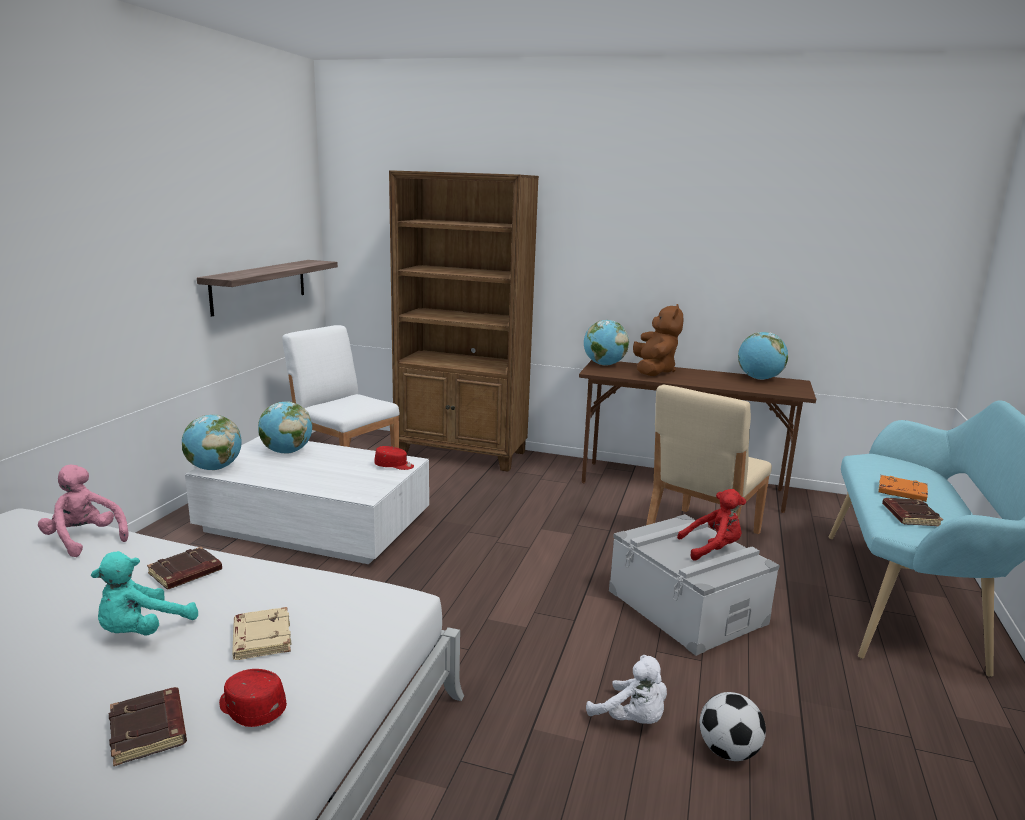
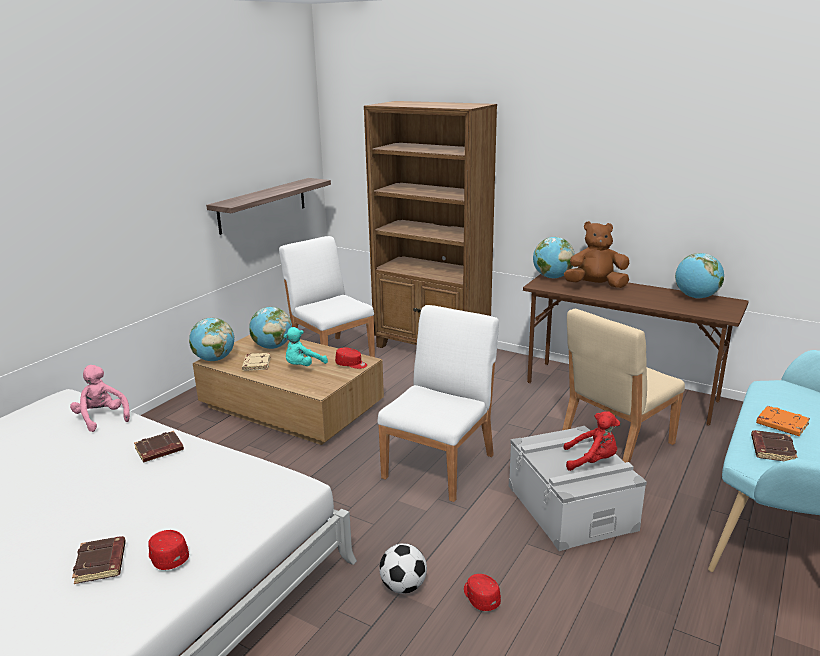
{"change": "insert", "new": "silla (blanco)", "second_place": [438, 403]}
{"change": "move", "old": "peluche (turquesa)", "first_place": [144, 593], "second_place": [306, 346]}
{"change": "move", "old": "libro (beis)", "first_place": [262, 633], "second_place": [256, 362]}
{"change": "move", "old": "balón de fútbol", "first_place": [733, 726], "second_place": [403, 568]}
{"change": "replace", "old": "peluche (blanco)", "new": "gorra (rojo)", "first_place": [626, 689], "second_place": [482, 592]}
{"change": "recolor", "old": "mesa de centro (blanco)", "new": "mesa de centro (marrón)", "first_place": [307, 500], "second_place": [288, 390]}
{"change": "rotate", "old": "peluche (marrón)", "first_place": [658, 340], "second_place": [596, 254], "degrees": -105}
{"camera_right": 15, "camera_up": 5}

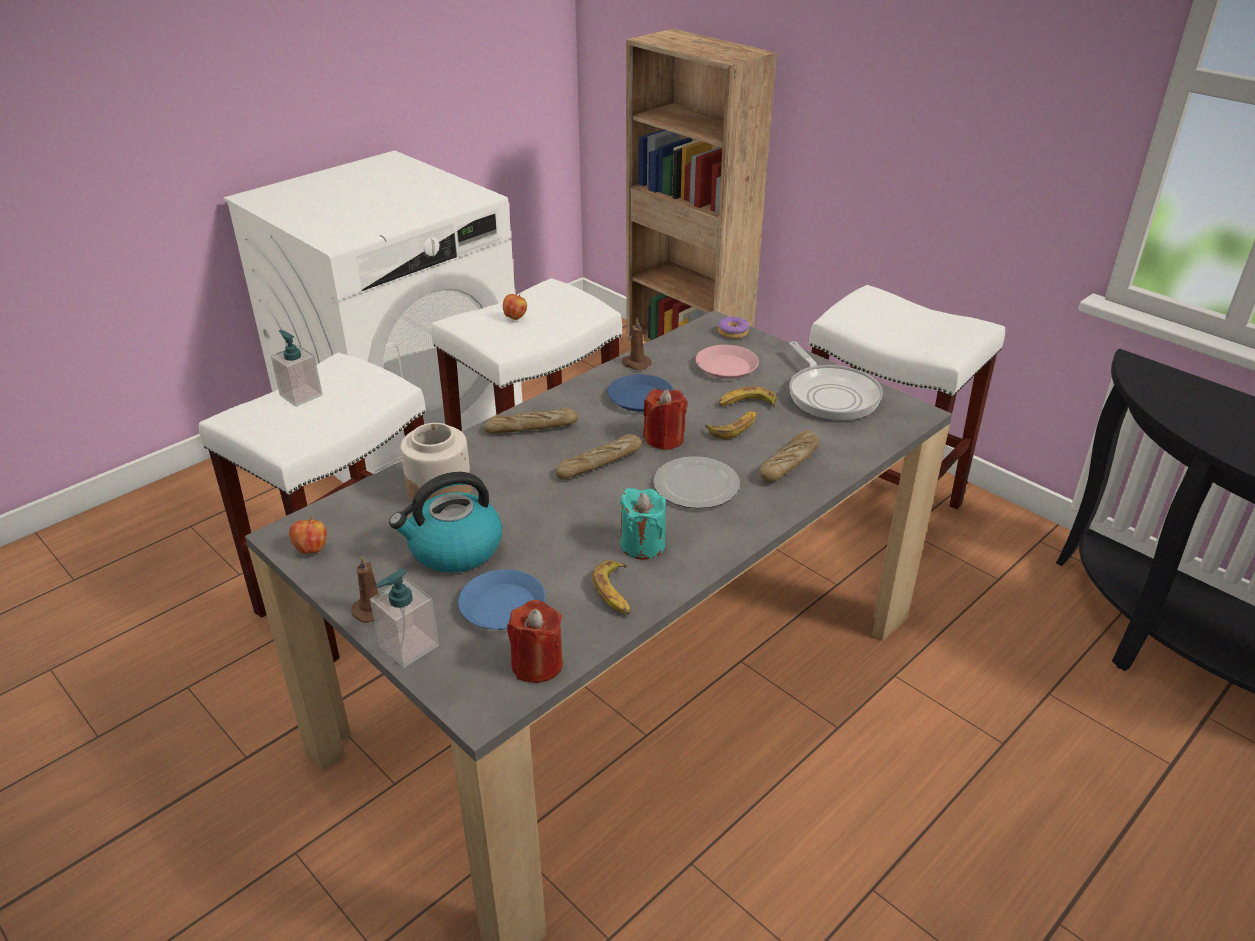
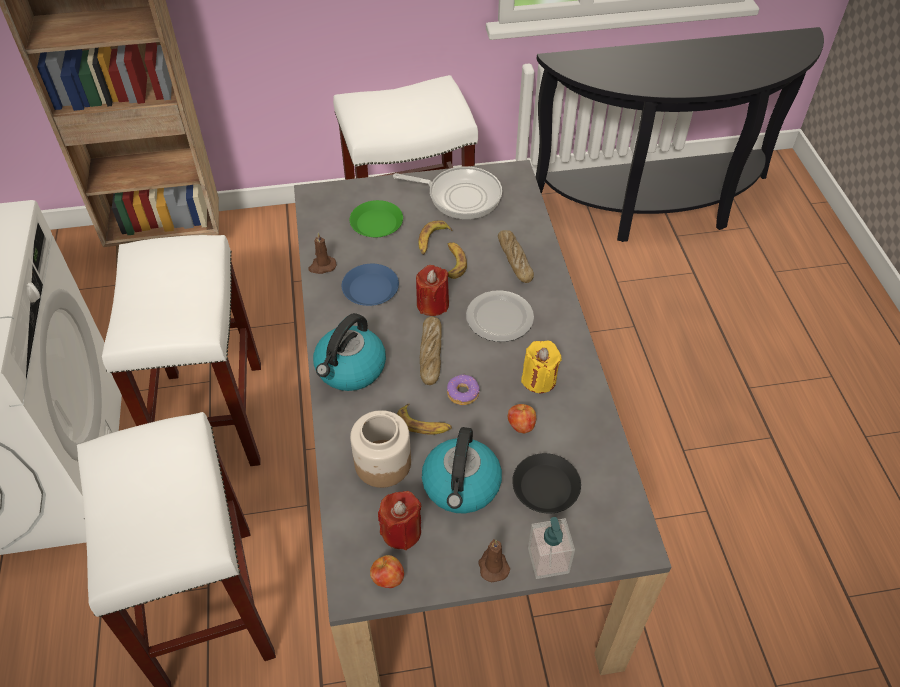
{"change": "delete", "old": "dispensador de jabón", "first_place": [297, 368]}
{"change": "move", "old": "manzana", "first_place": [515, 307], "second_place": [521, 418]}
{"change": "move", "old": "vela (rojo)", "first_place": [535, 641], "second_place": [399, 520]}
{"change": "move", "old": "plátano", "first_place": [611, 587], "second_place": [424, 419]}
{"change": "move", "old": "rosquilla", "first_place": [733, 328], "second_place": [463, 389]}
{"change": "replace", "old": "pan", "new": "hervidor", "first_place": [531, 420], "second_place": [349, 352]}
{"change": "recolor", "old": "plato (azul)", "new": "plato (negro)", "first_place": [502, 599], "second_place": [546, 483]}
{"change": "recolor", "old": "vela (turquesa)", "new": "vela (amarillo)", "first_place": [643, 524], "second_place": [541, 366]}
{"change": "recolor", "old": "plato (rosa)", "new": "plato (verde)", "first_place": [727, 362], "second_place": [376, 218]}
{"camera_right": -55, "camera_up": 15}

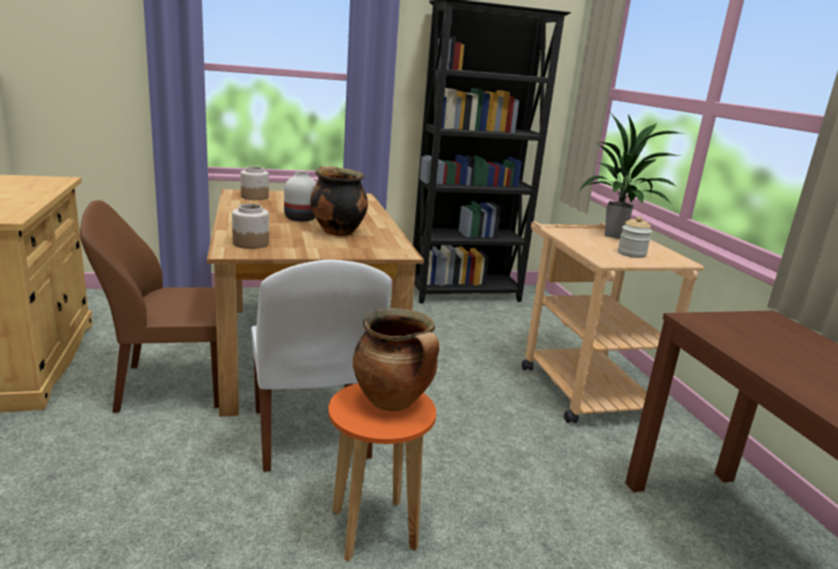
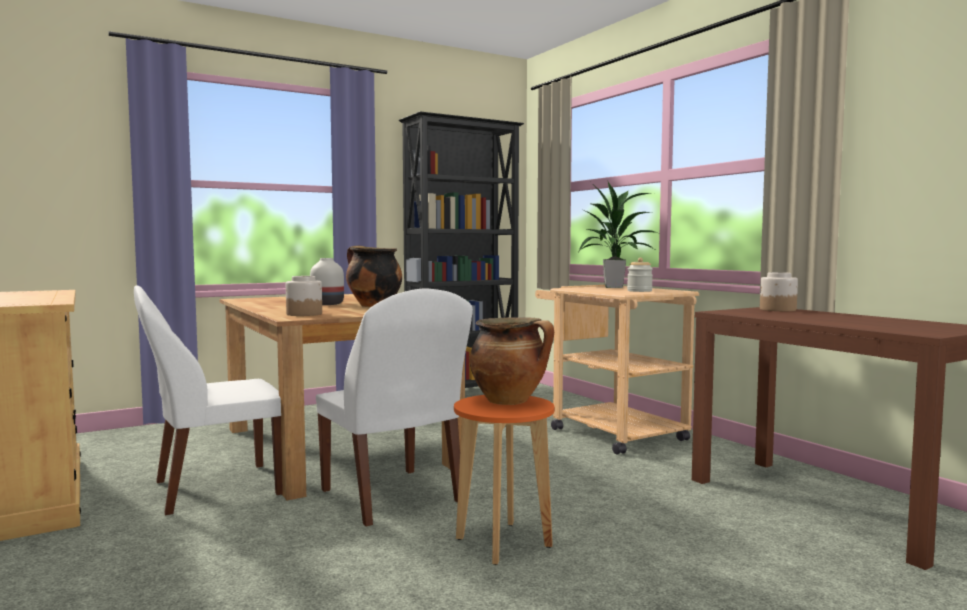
{"change": "move", "old": "tarro", "first_place": [255, 183], "second_place": [779, 291]}
{"change": "recolor", "old": "silla (marrón)", "new": "silla (blanco)", "first_place": [149, 306], "second_place": [208, 400]}
{"camera_right": -15, "camera_up": -15}

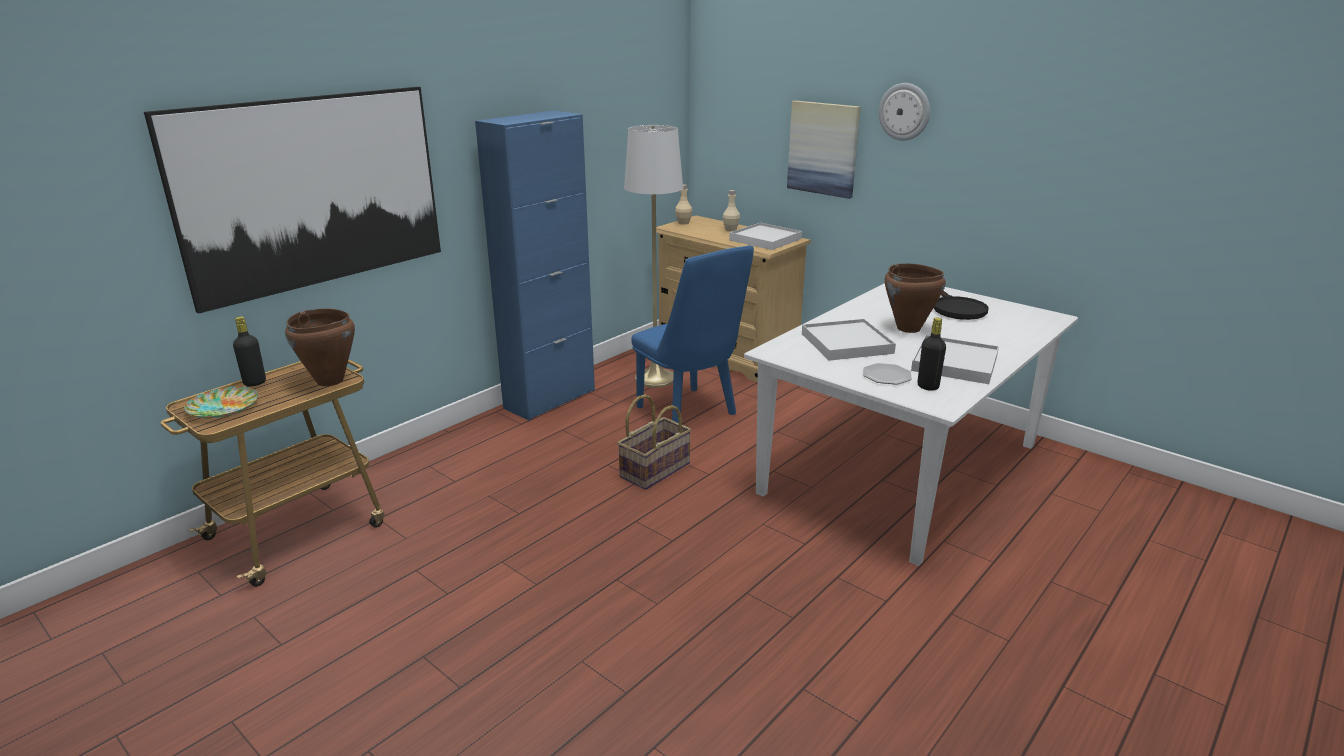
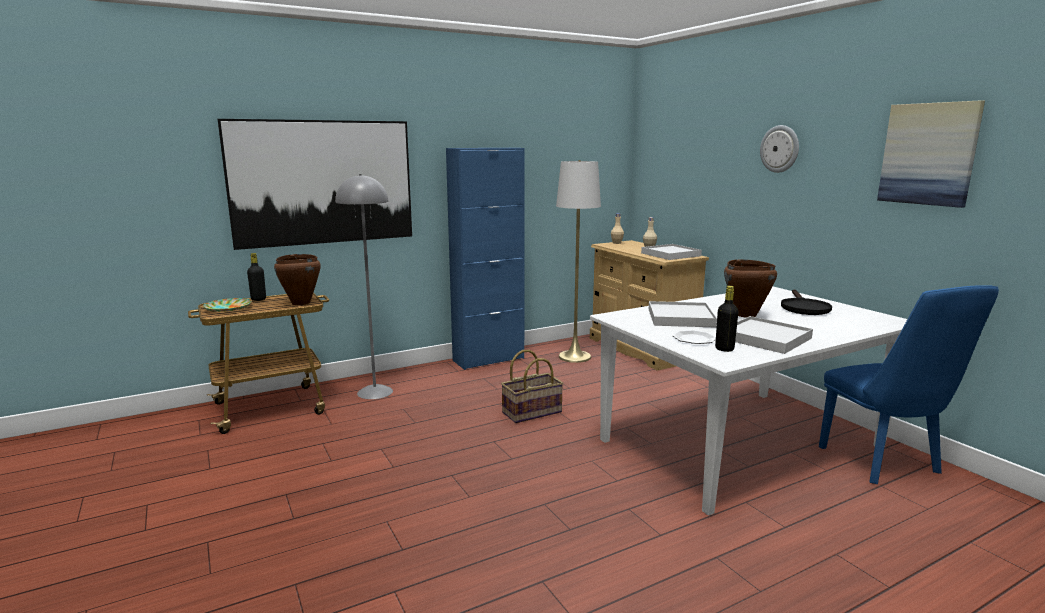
{"change": "insert", "new": "lámpara de pie (gris)", "second_place": [364, 286]}
{"change": "move", "old": "silla (azul)", "first_place": [692, 334], "second_place": [909, 384]}
{"change": "move", "old": "cuadro", "first_place": [824, 149], "second_place": [931, 154]}
{"camera_right": 20, "camera_up": -10}

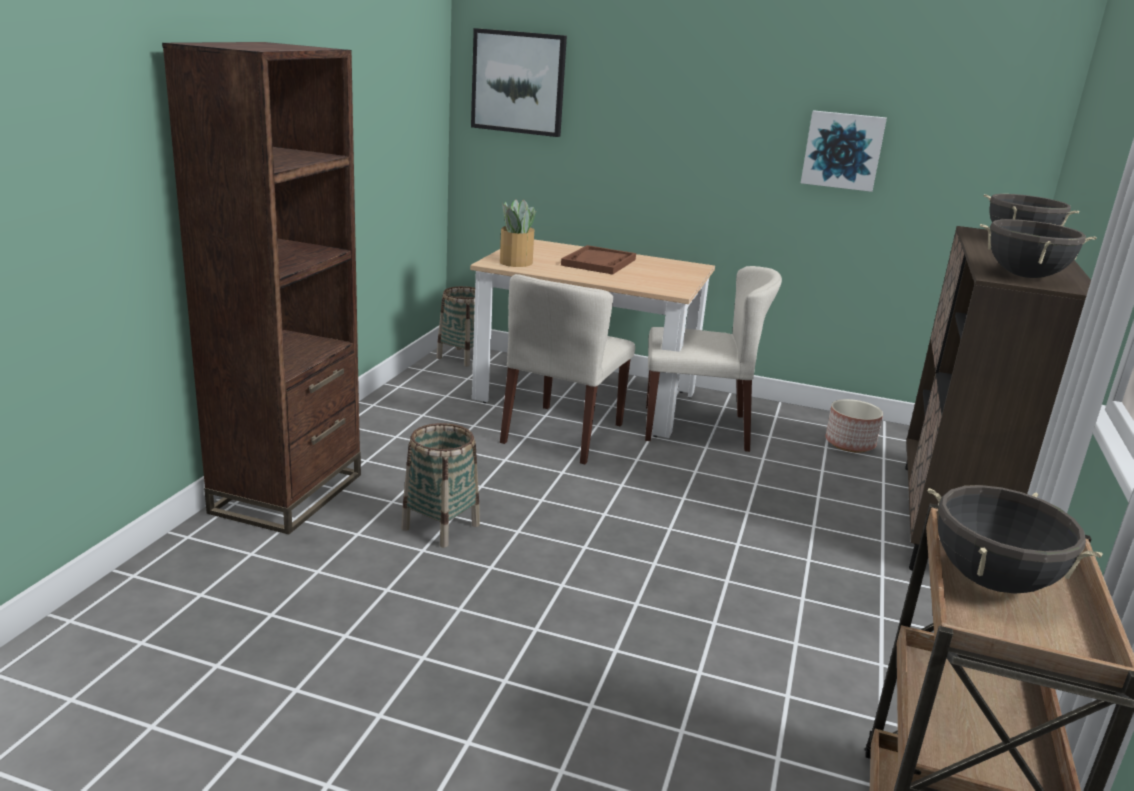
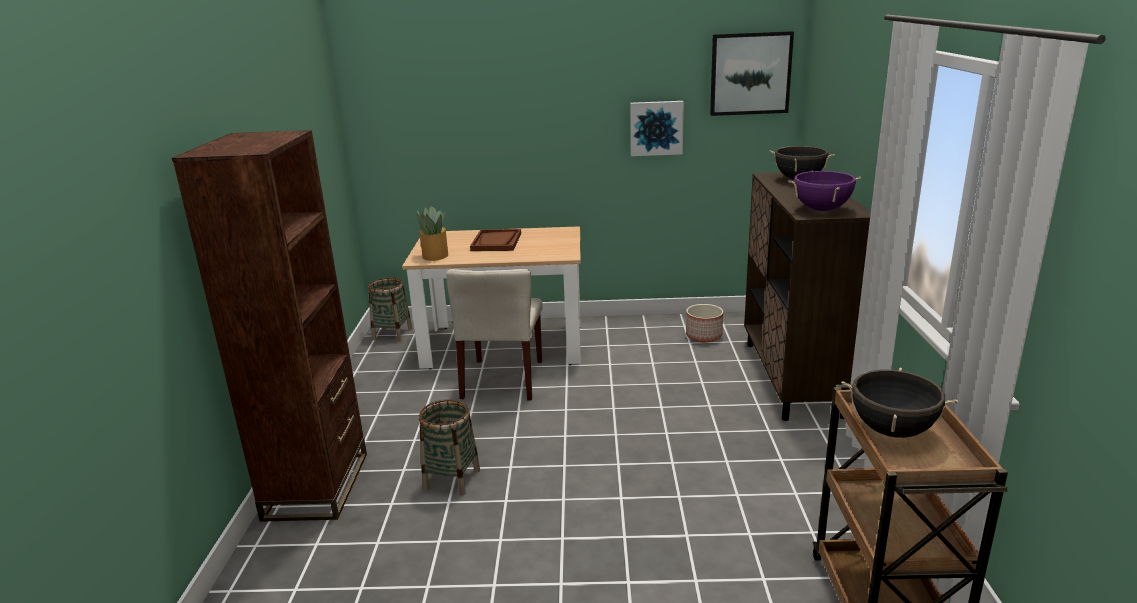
{"change": "delete", "old": "silla (beis)", "first_place": [713, 359]}
{"change": "move", "old": "cuadro", "first_place": [519, 82], "second_place": [752, 73]}
{"change": "recolor", "old": "olla (negro)", "new": "olla (morado)", "first_place": [1038, 248], "second_place": [824, 191]}
{"camera_right": -15, "camera_up": 0}

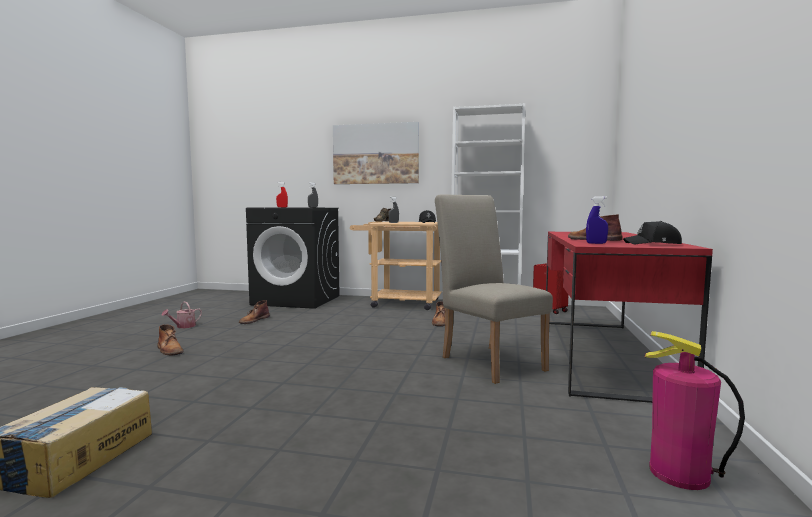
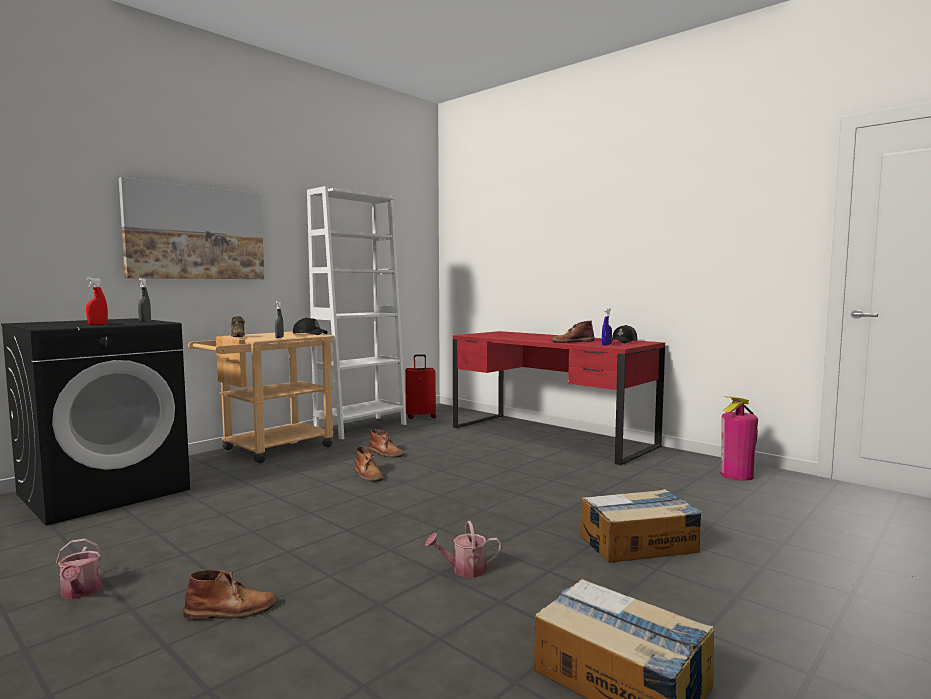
{"change": "delete", "old": "silla (beis)", "first_place": [494, 289]}
{"change": "insert", "new": "regadera", "second_place": [463, 549]}
{"change": "insert", "new": "caja de cartón", "second_place": [641, 526]}
{"change": "move", "old": "bota (marrón)", "first_place": [254, 312], "second_place": [369, 464]}
{"camera_right": -60, "camera_up": 0}

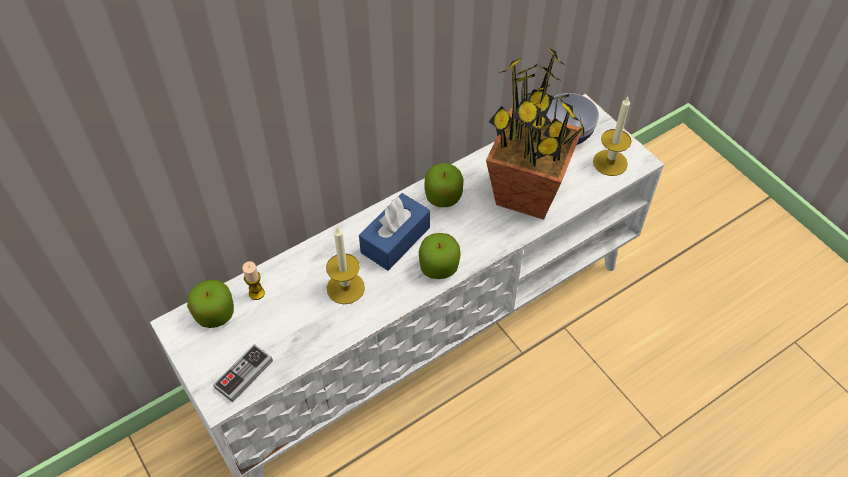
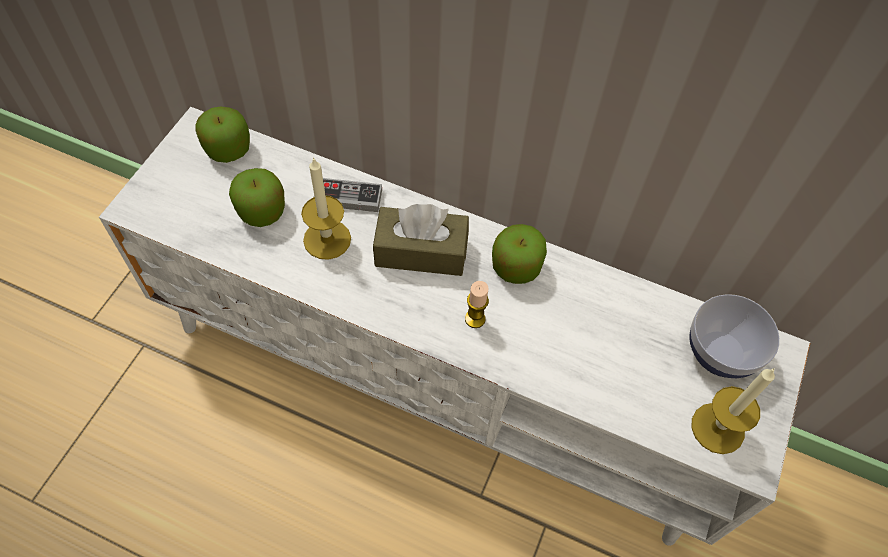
{"change": "delete", "old": "planta en maceta", "first_place": [536, 132]}
{"change": "move", "old": "mando de consola", "first_place": [243, 373], "second_place": [348, 195]}
{"change": "move", "old": "vela", "first_place": [253, 280], "second_place": [477, 304]}
{"change": "move", "old": "manzana", "first_place": [440, 256], "second_place": [257, 197]}
{"change": "recolor", "old": "caja de pañuelos (azul)", "new": "caja de pañuelos (marrón)", "first_place": [394, 232], "second_place": [421, 240]}
{"camera_right": 55, "camera_up": 5}

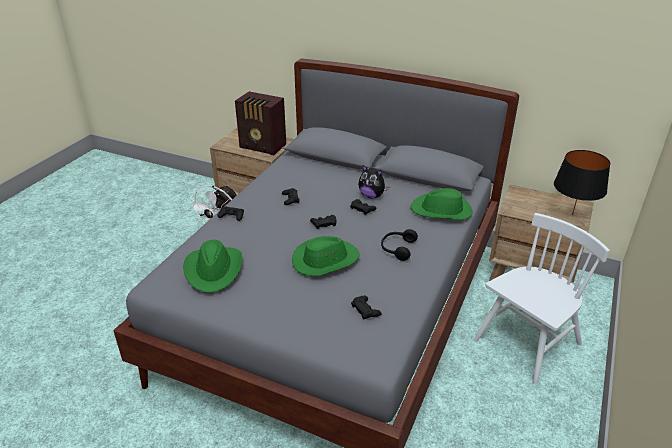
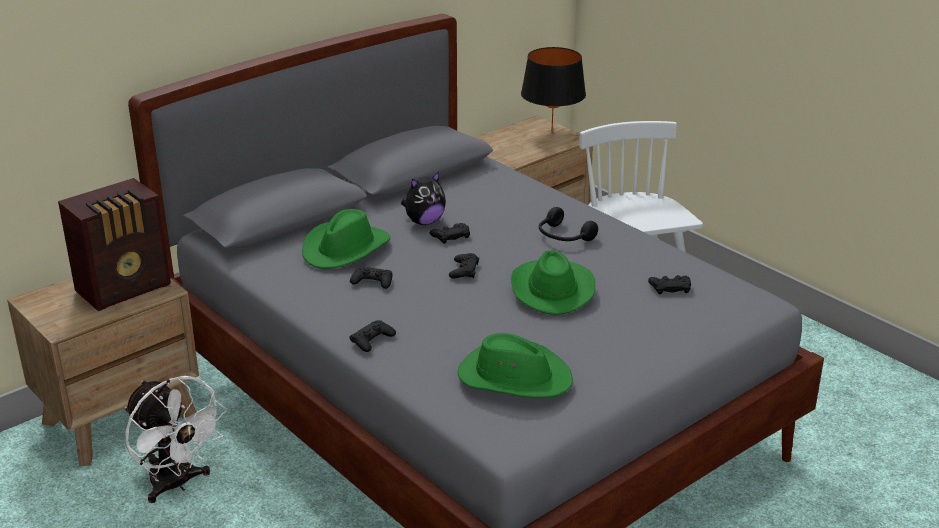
{"change": "move", "old": "sombrero (verde)", "first_place": [441, 204], "second_place": [346, 239]}
{"camera_right": -65, "camera_up": -5}

